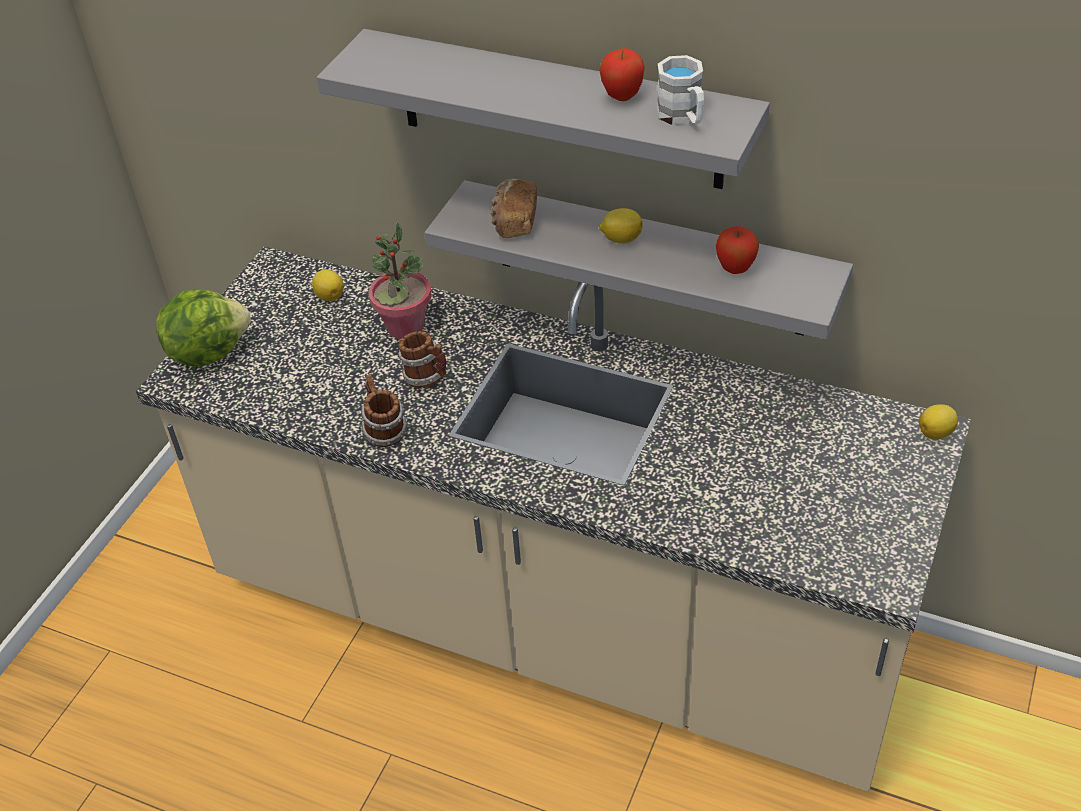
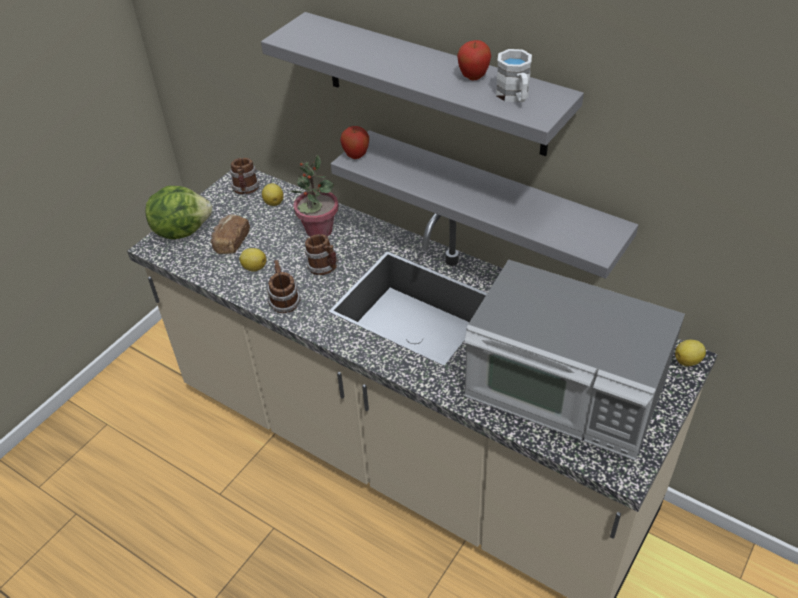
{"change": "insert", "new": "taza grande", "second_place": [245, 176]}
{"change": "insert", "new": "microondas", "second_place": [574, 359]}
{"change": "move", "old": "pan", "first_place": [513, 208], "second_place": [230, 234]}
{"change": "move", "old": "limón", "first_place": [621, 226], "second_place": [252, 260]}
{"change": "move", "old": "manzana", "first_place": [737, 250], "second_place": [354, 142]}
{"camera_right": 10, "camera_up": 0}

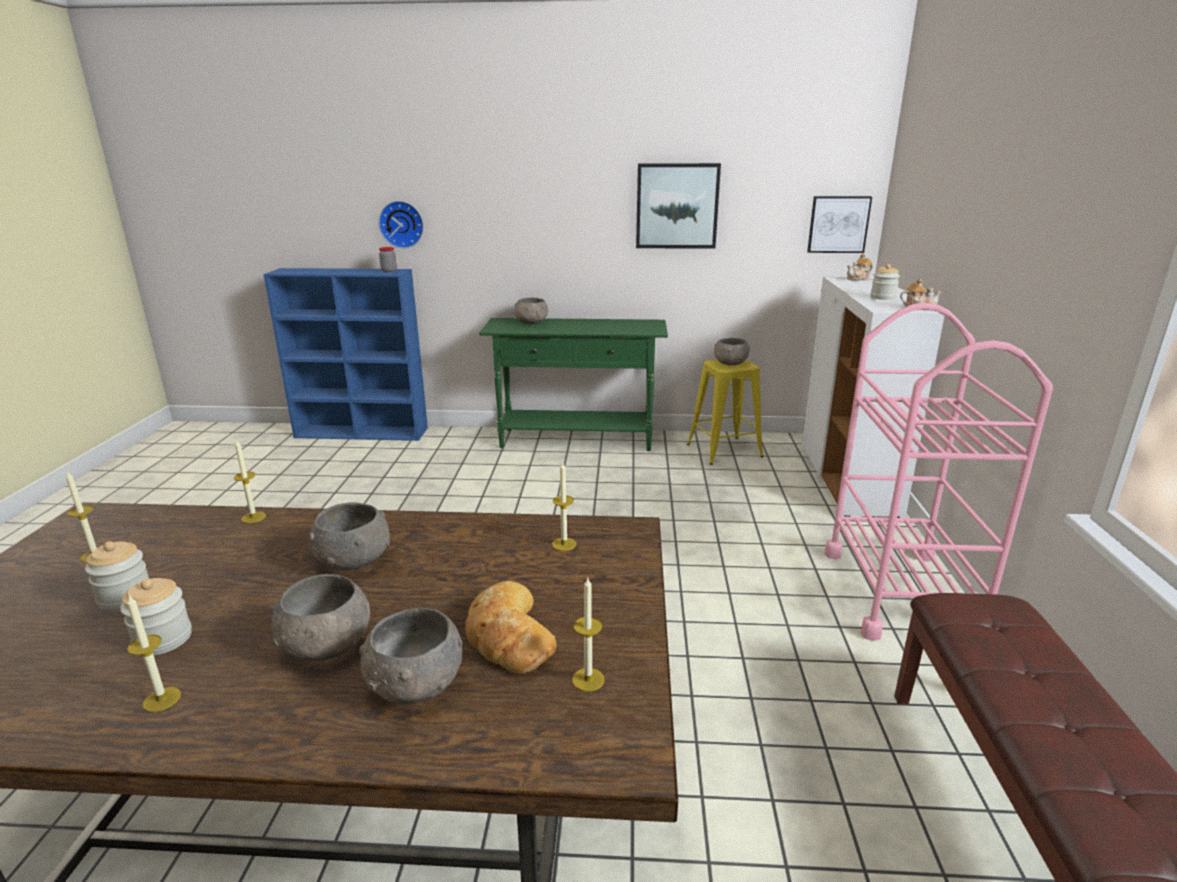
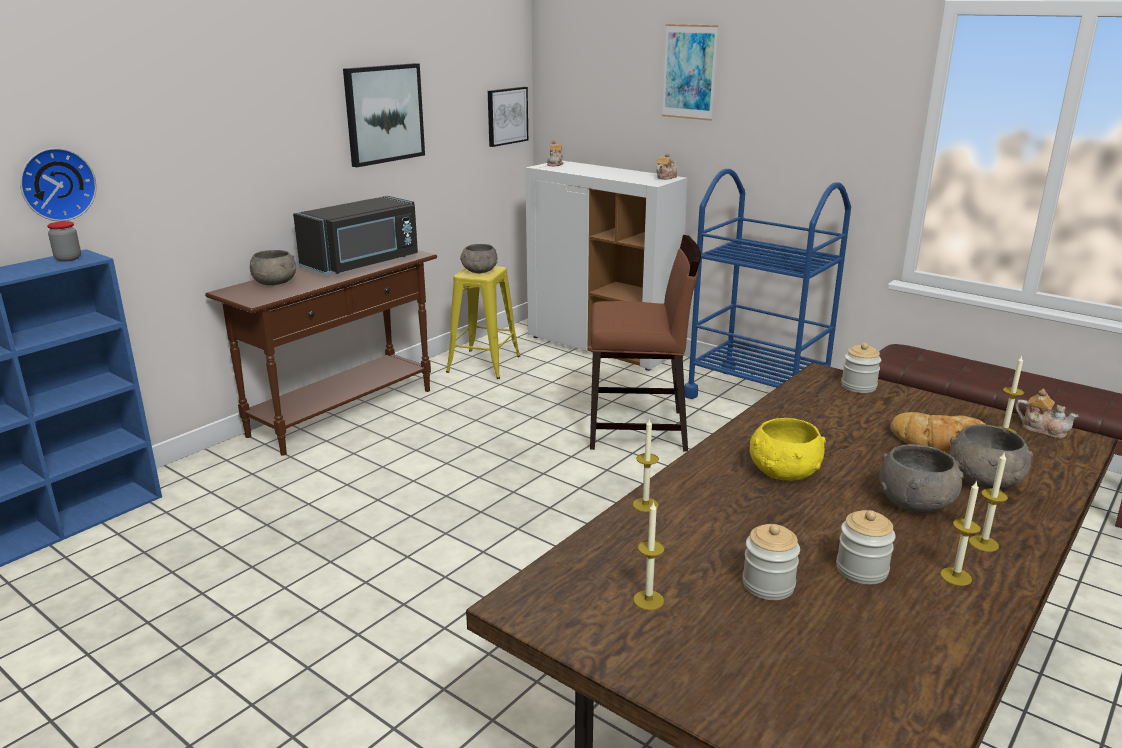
{"change": "insert", "new": "microondas (negro)", "second_place": [355, 235]}
{"change": "insert", "new": "silla (marrón)", "second_place": [645, 343]}
{"change": "insert", "new": "cuadro", "second_place": [690, 72]}
{"change": "insert", "new": "tetera", "second_place": [1047, 414]}
{"change": "move", "old": "vela", "first_place": [564, 506], "second_place": [988, 501]}
{"change": "move", "old": "tarro", "first_place": [885, 282], "second_place": [861, 368]}
{"change": "recolor", "old": "cuenco (gris)", "new": "cuenco (amarillo)", "first_place": [349, 536], "second_place": [788, 449]}
{"change": "recolor", "old": "mesa consola (verde)", "new": "mesa consola (marrón)", "first_place": [573, 384], "second_place": [321, 352]}
{"change": "recolor", "old": "carrito (rosa)", "new": "carrito (azul)", "first_place": [938, 472], "second_place": [767, 284]}
{"camera_right": -55, "camera_up": 0}

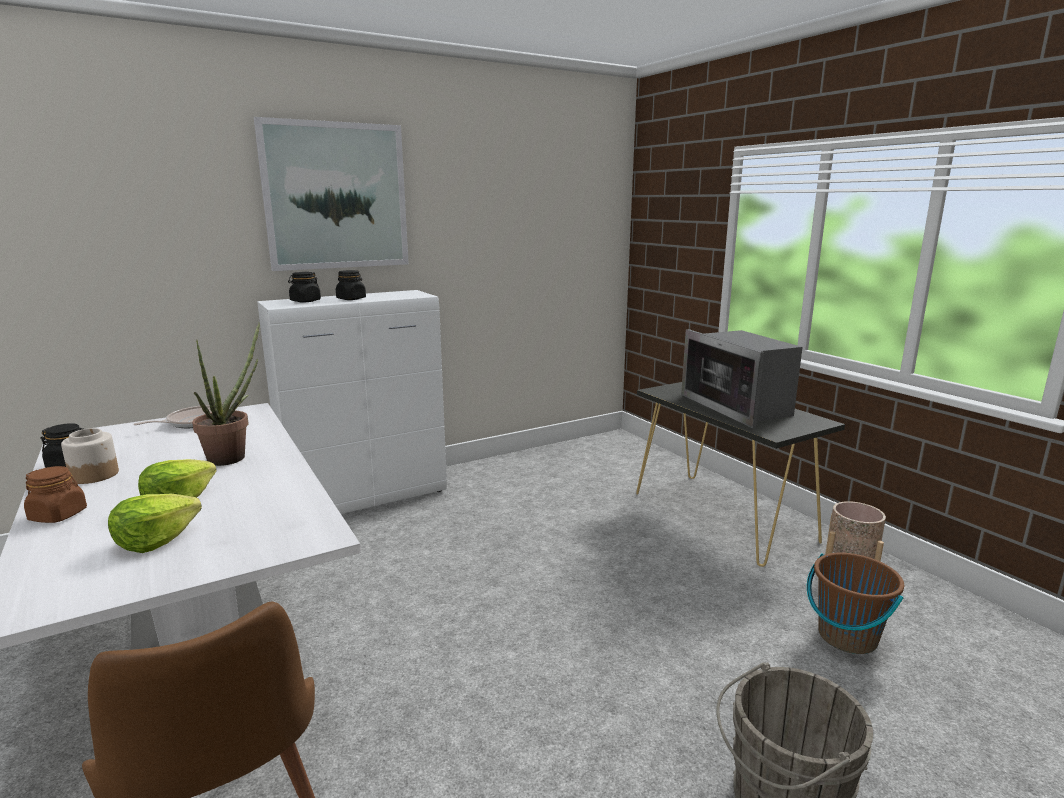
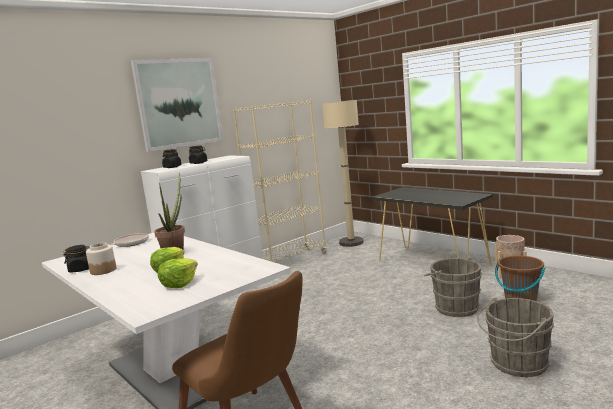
{"change": "delete", "old": "tarro (marrón)", "first_place": [55, 494]}
{"change": "delete", "old": "microondas", "first_place": [742, 378]}
{"change": "insert", "new": "estantería (beis)", "second_place": [280, 181]}
{"change": "insert", "new": "lámpara de pie (beis)", "second_place": [343, 173]}
{"change": "insert", "new": "cubo (gris)", "second_place": [453, 287]}
{"camera_right": -10, "camera_up": -5}

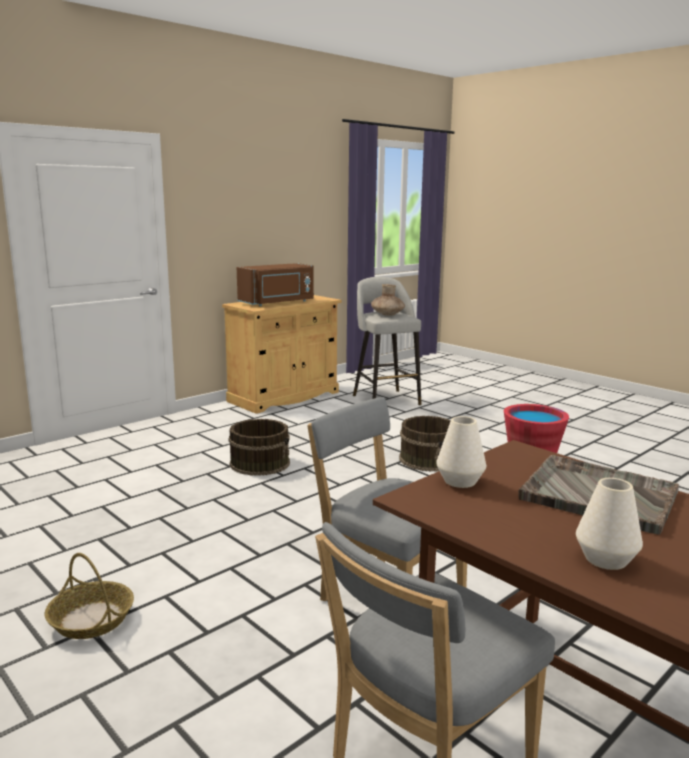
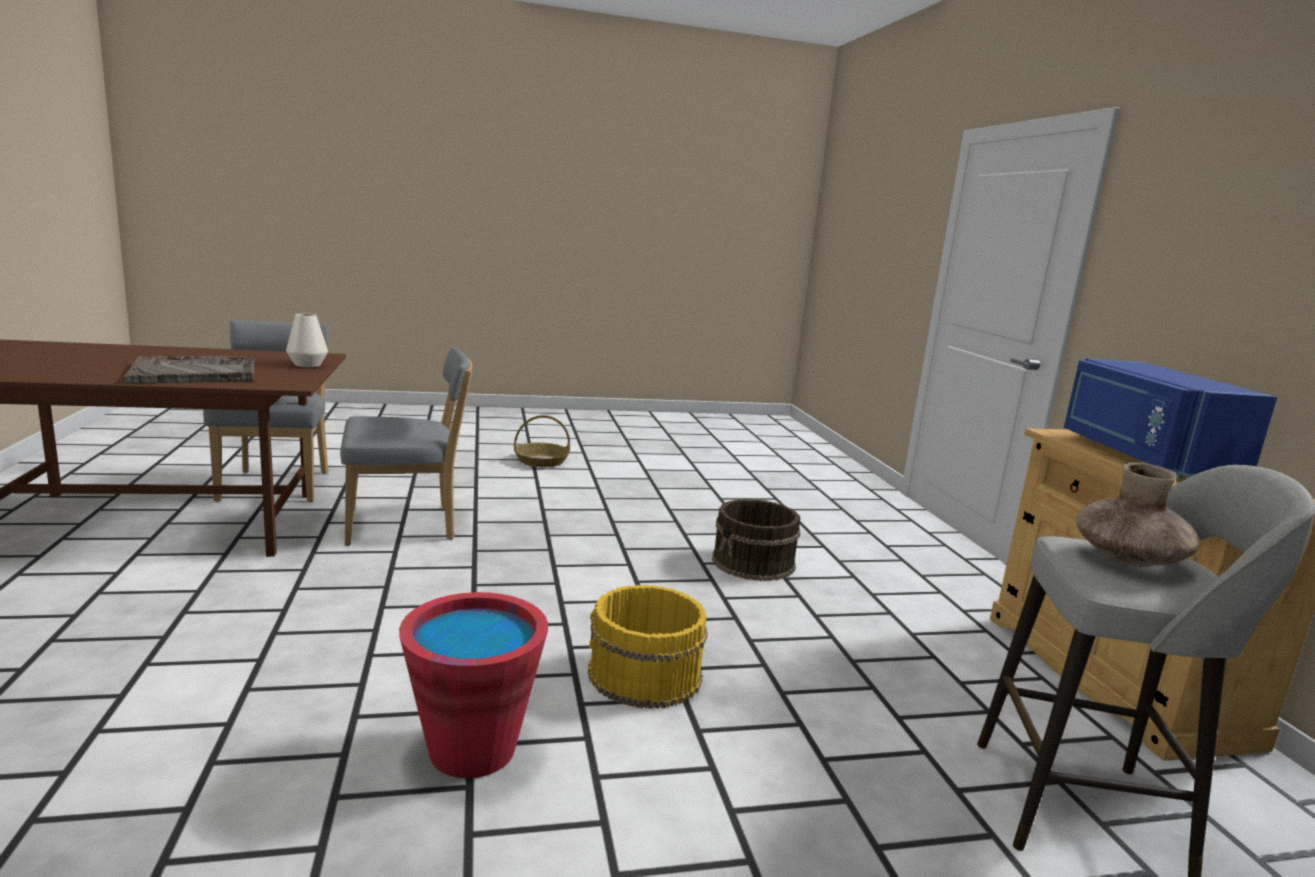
{"change": "delete", "old": "florero (blanco)", "first_place": [609, 524]}
{"change": "recolor", "old": "microondas (marrón)", "new": "microondas (azul)", "first_place": [275, 284], "second_place": [1170, 418]}
{"change": "recolor", "old": "cubo (marrón)", "new": "cubo (amarillo)", "first_place": [425, 444], "second_place": [648, 647]}
{"camera_right": 120, "camera_up": 0}

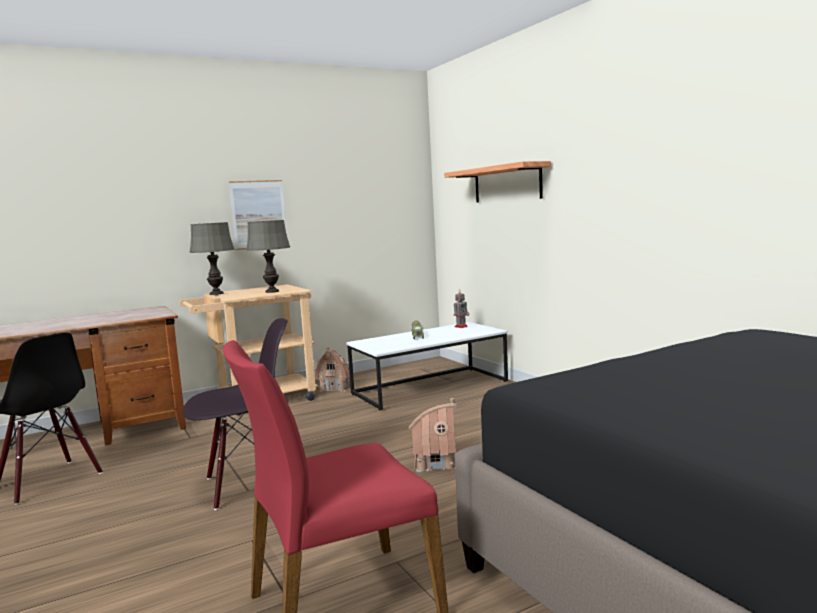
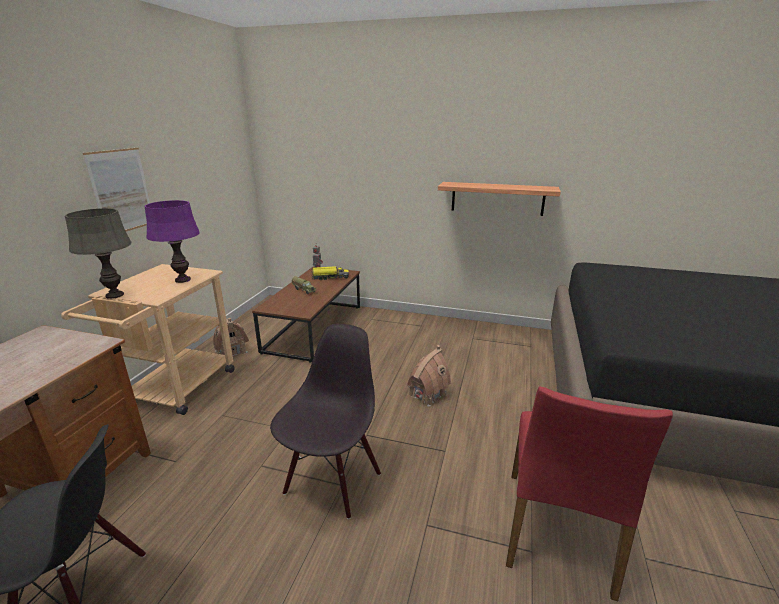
{"change": "insert", "new": "camión de juguete", "second_place": [330, 273]}
{"change": "move", "old": "estante", "first_place": [497, 182], "second_place": [499, 199]}
{"change": "recolor", "old": "lámpara de mesa (gris)", "new": "lámpara de mesa (morado)", "first_place": [268, 256], "second_place": [172, 241]}
{"change": "recolor", "old": "mesa de centro (blanco)", "new": "mesa de centro (marrón)", "first_place": [427, 366], "second_place": [306, 314]}
{"camera_right": -45, "camera_up": 15}

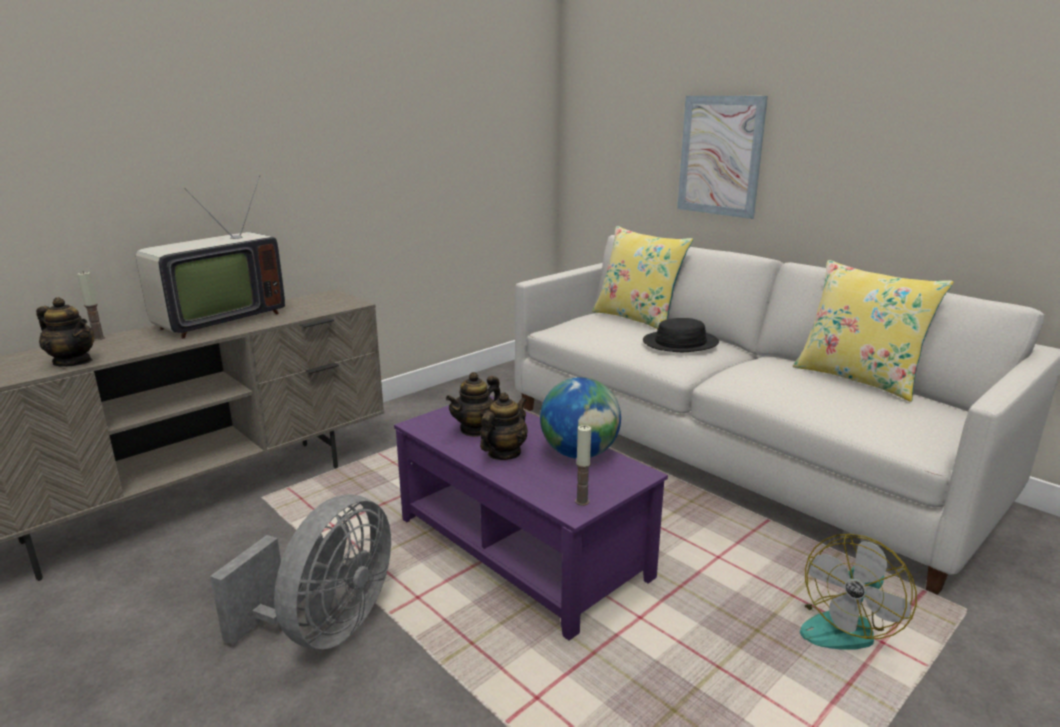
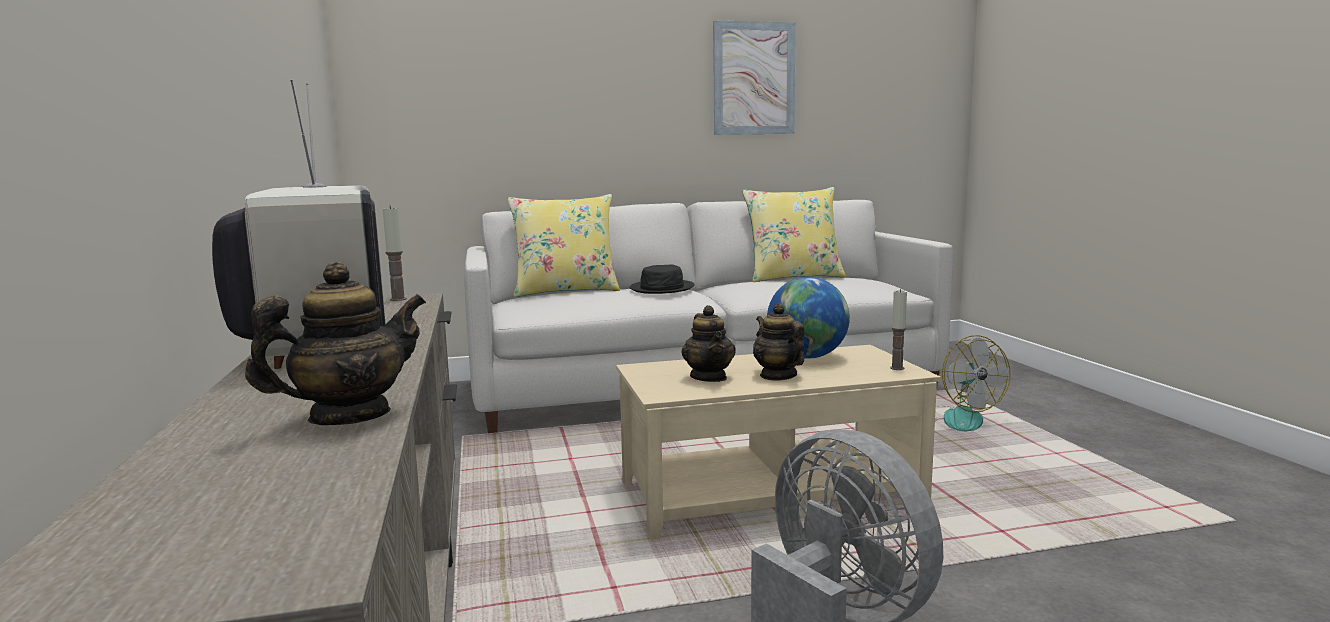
{"change": "move", "old": "vela", "first_place": [91, 305], "second_place": [395, 254]}
{"change": "move", "old": "cuadro", "first_place": [722, 157], "second_place": [754, 78]}
{"change": "recolor", "old": "mesa de centro (morado)", "new": "mesa de centro (beis)", "first_place": [531, 518], "second_place": [778, 442]}
{"camera_right": -60, "camera_up": -10}

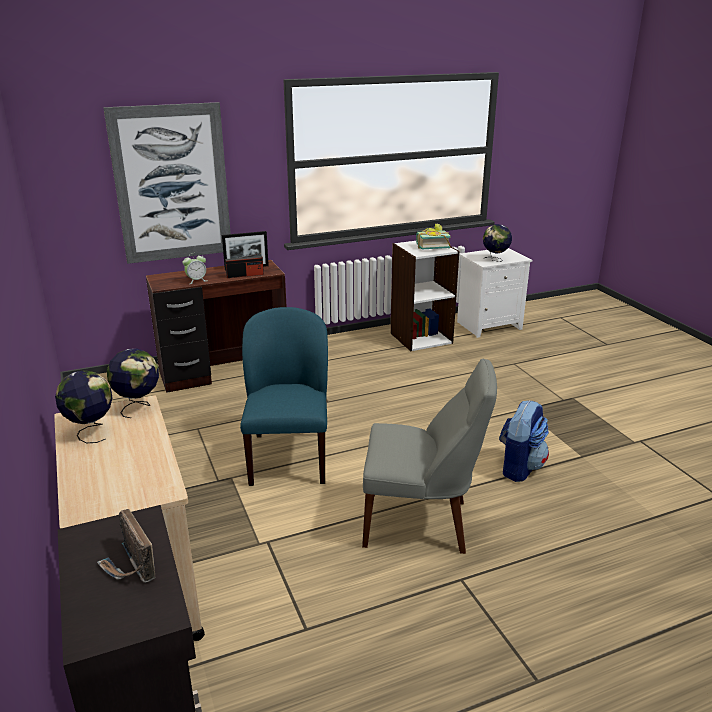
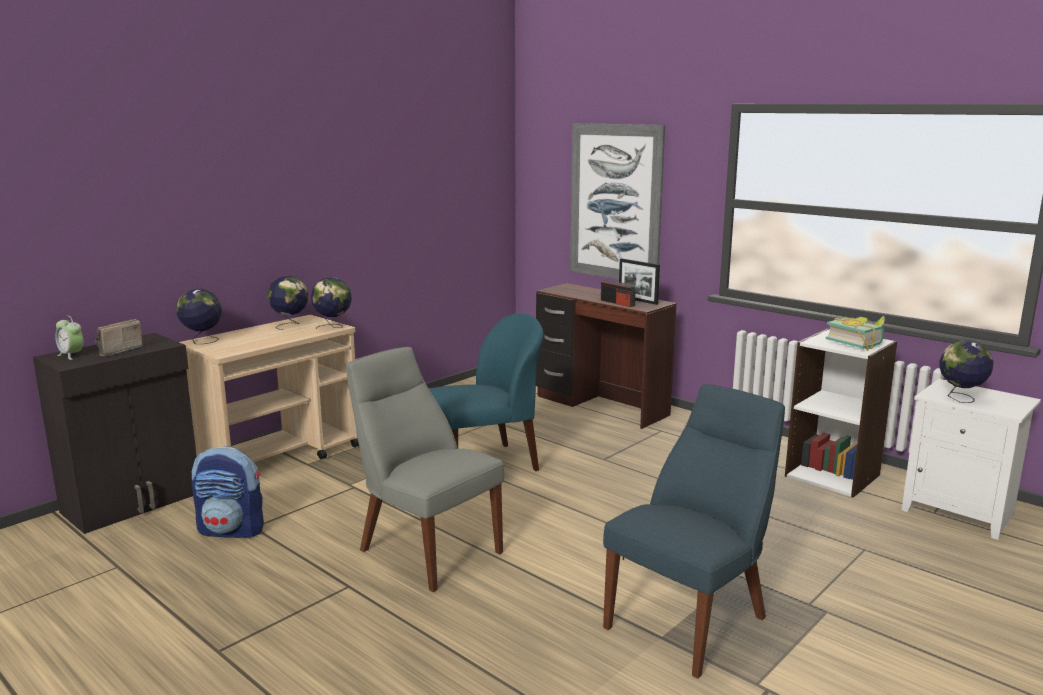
{"change": "insert", "new": "globo terráqueo", "second_place": [199, 316]}
{"change": "insert", "new": "silla (azul)", "second_place": [694, 531]}
{"change": "move", "old": "despertador", "first_place": [194, 268], "second_place": [69, 338]}
{"change": "move", "old": "mochila", "first_place": [524, 441], "second_place": [228, 492]}
{"change": "rotate", "old": "silla (gris)", "first_place": [429, 456], "second_place": [425, 469], "degrees": 150}
{"camera_right": 65, "camera_up": -10}

